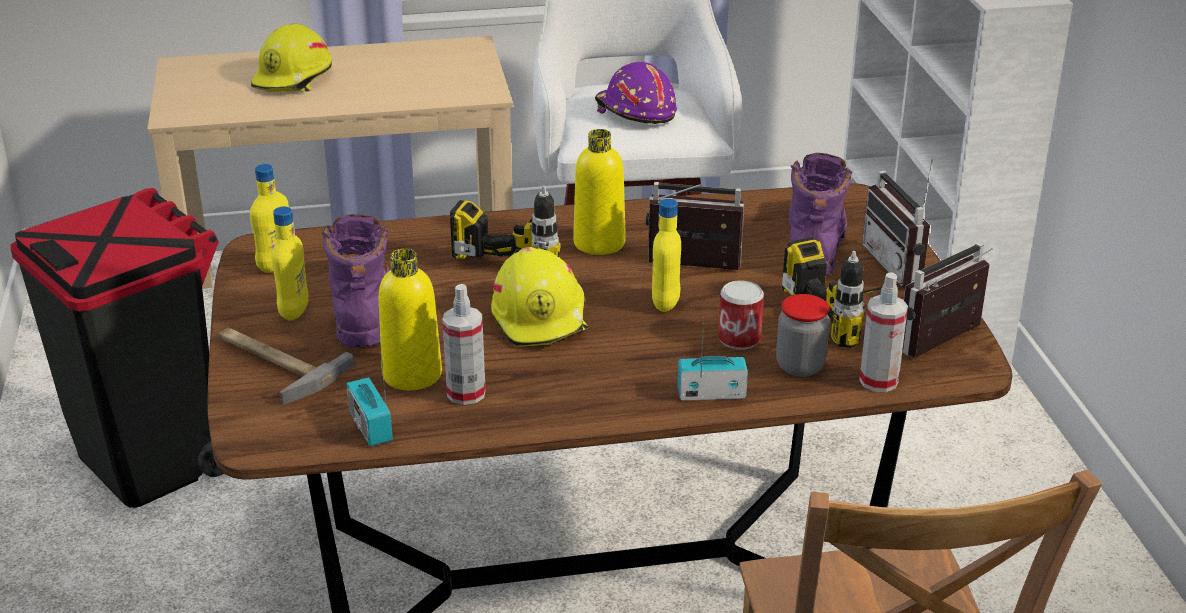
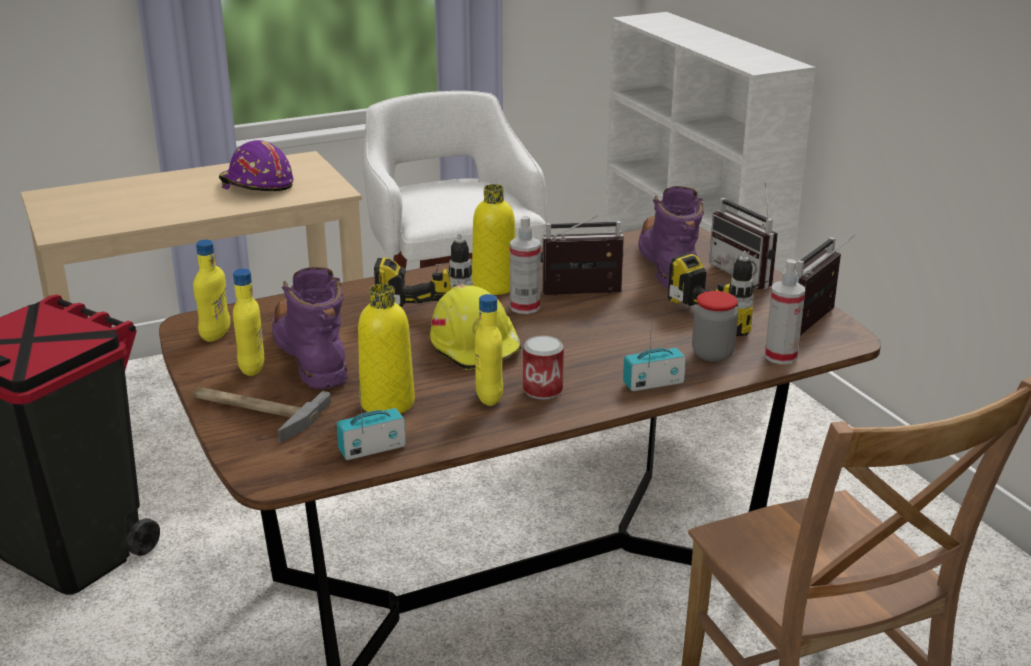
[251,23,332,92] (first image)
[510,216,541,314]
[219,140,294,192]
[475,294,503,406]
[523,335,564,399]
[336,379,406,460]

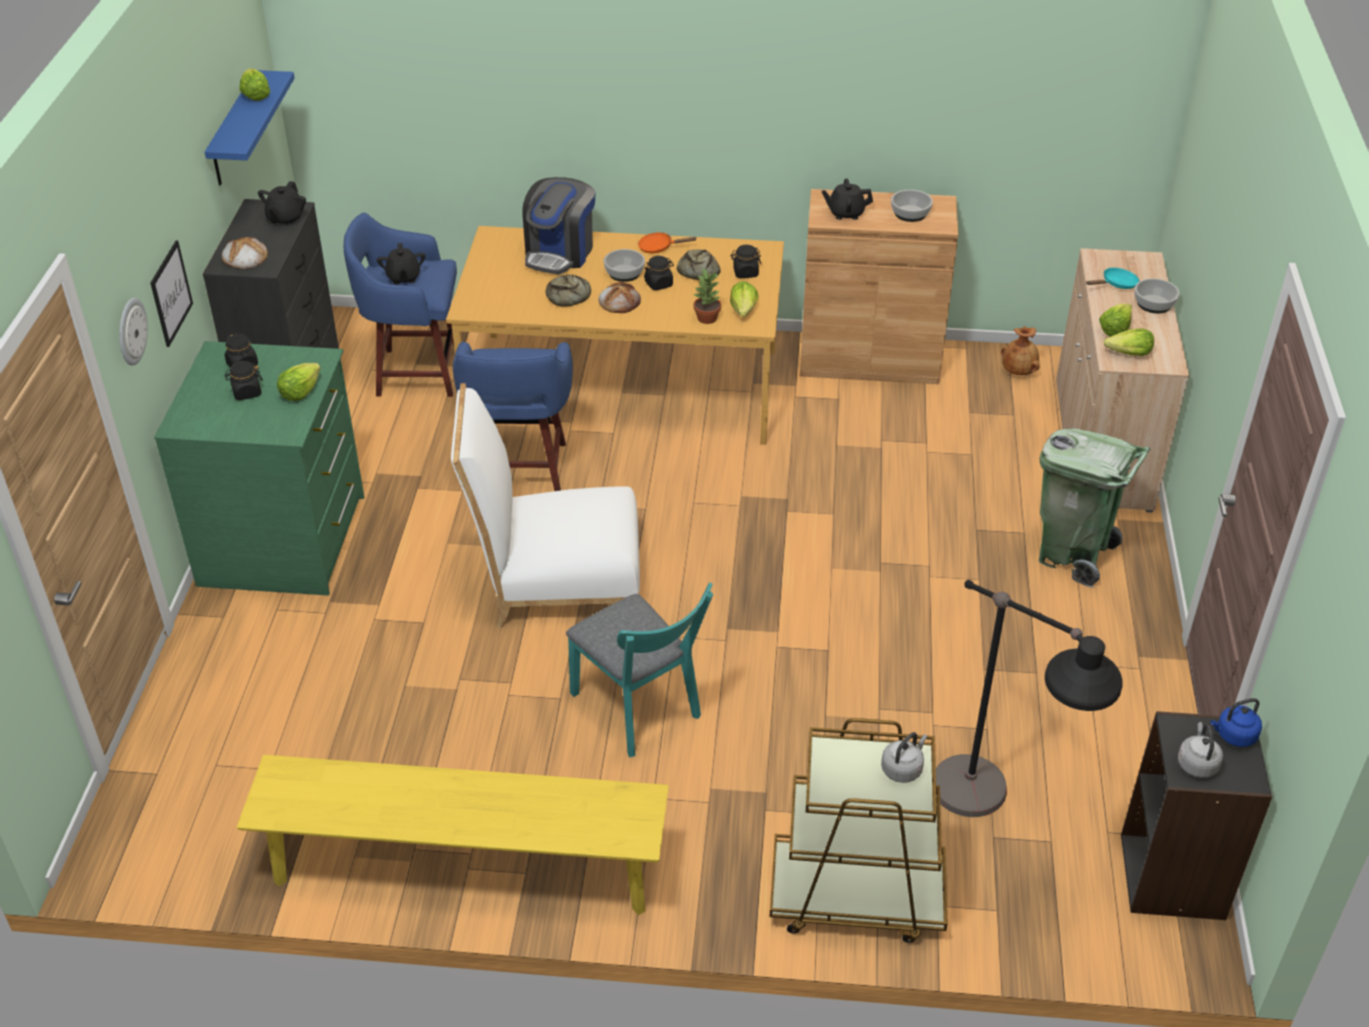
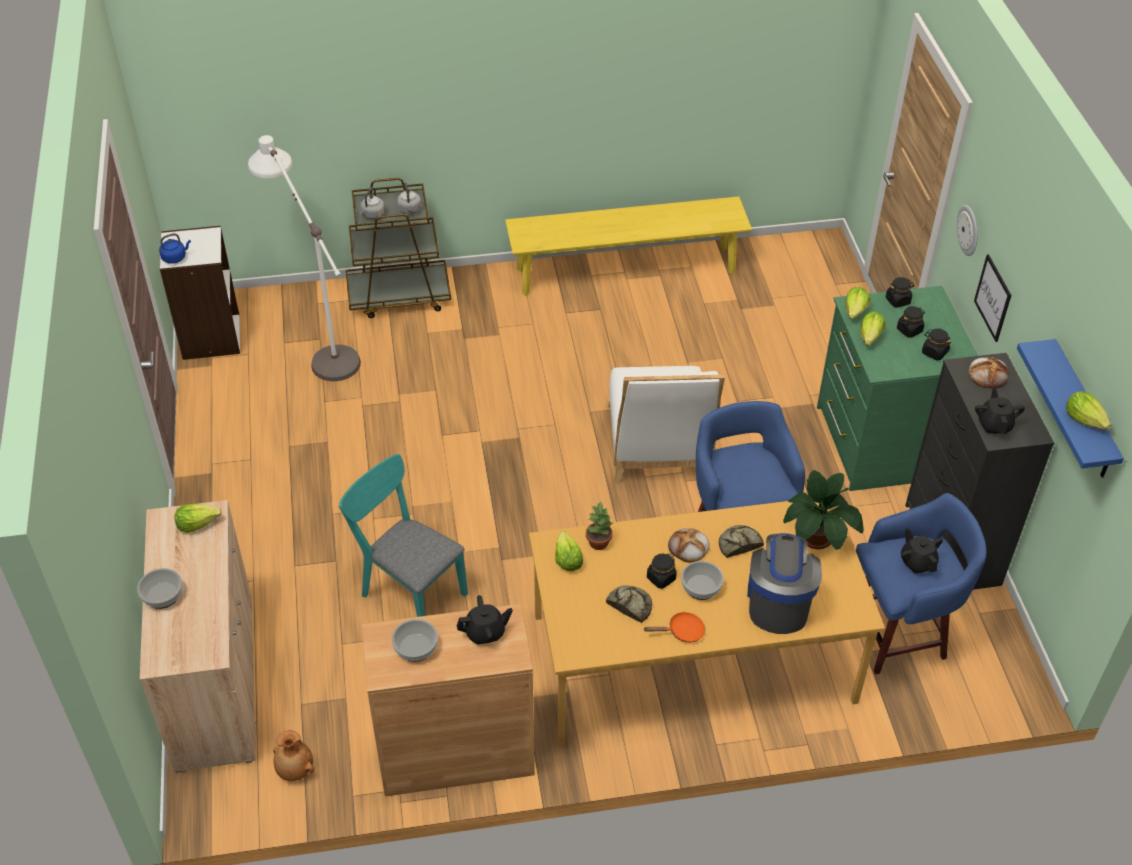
[1038,428,1151,588] (first image)
[1086,268,1139,289] (first image)
[783,470,864,550]
[339,454,468,617]
[886,277,914,308]
[845,287,871,319]
[397,182,421,214]
[248,135,361,381]
[160,226,240,360]
[608,366,725,484]

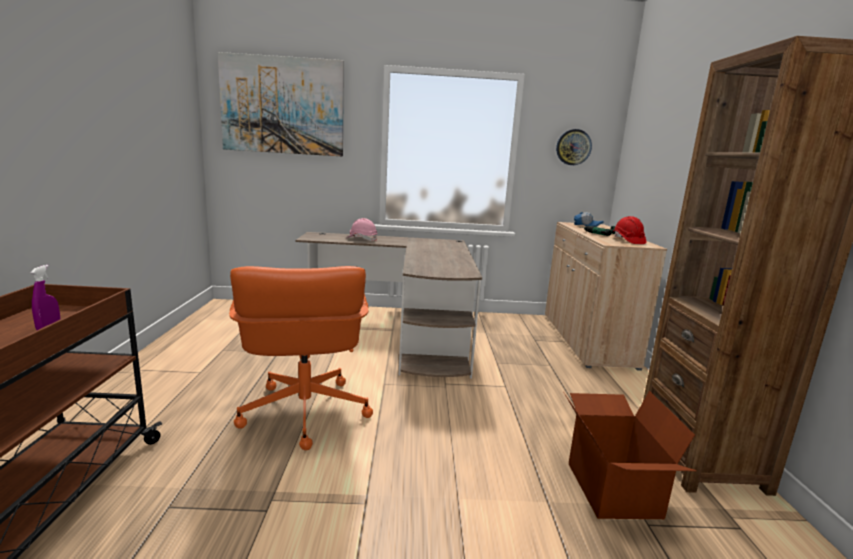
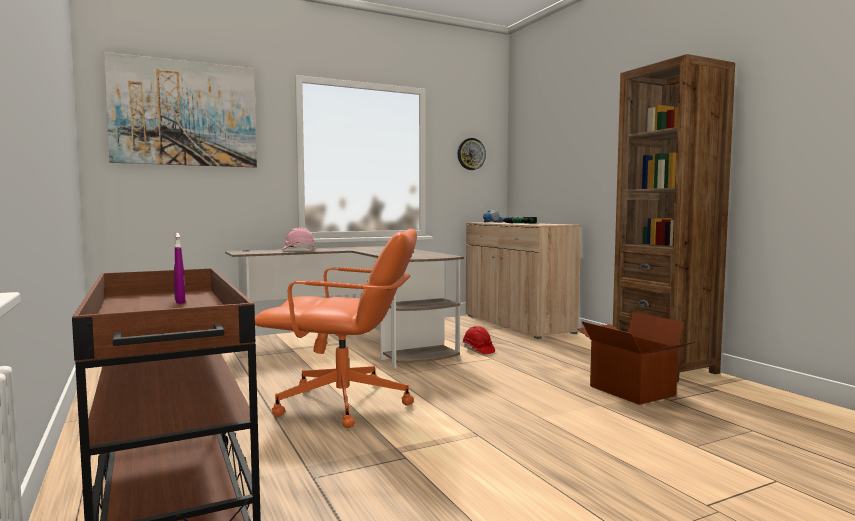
[462,326,495,354]
[255,229,417,428]

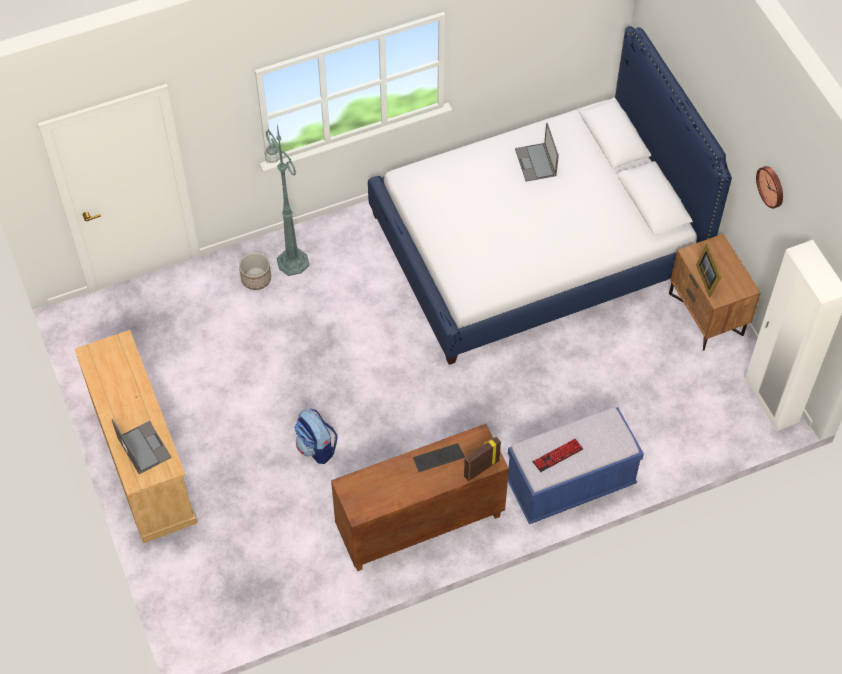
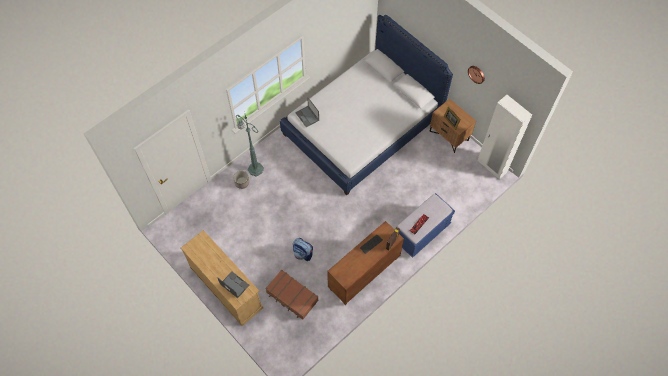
[265,269,318,320]
[295,97,319,127]

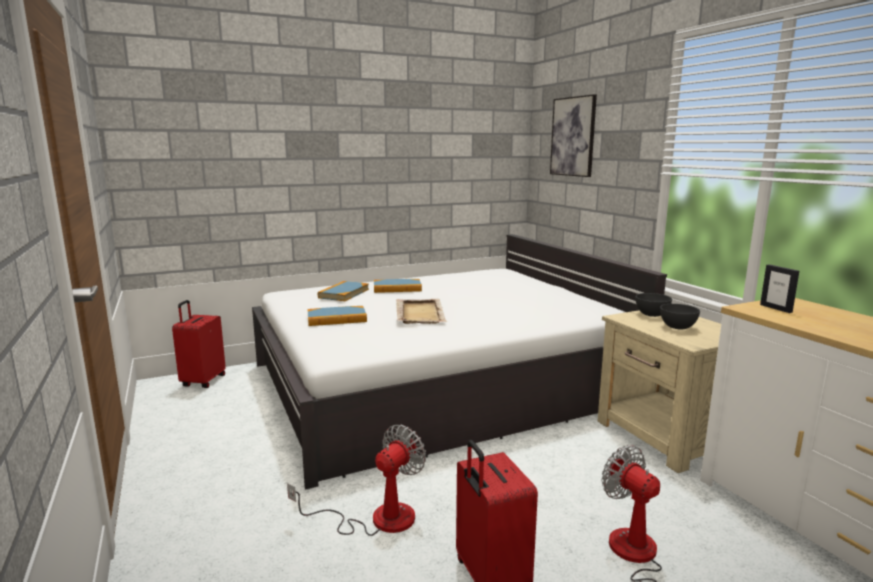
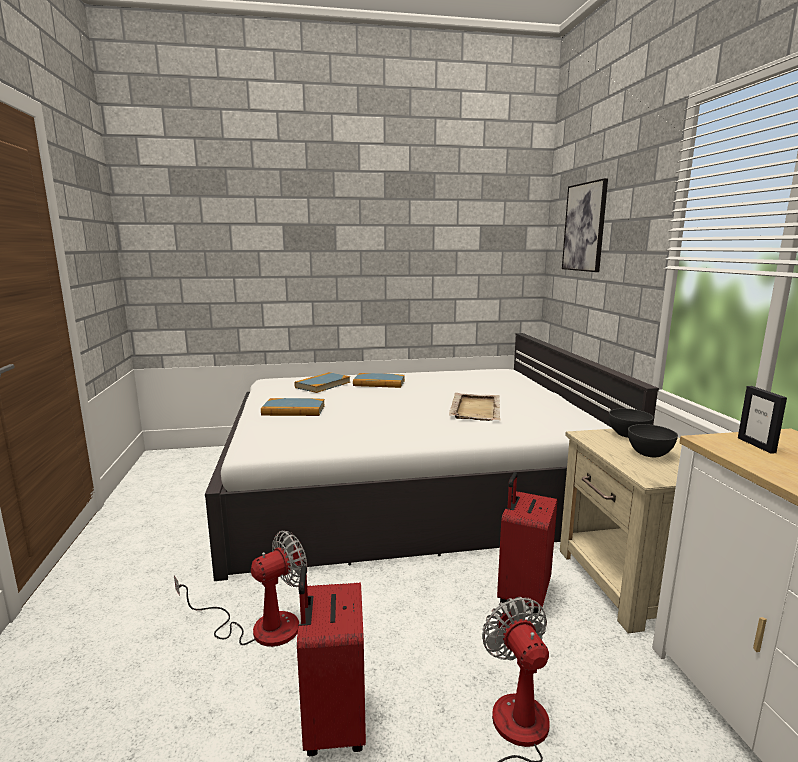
[497,472,557,613]
[449,393,500,421]

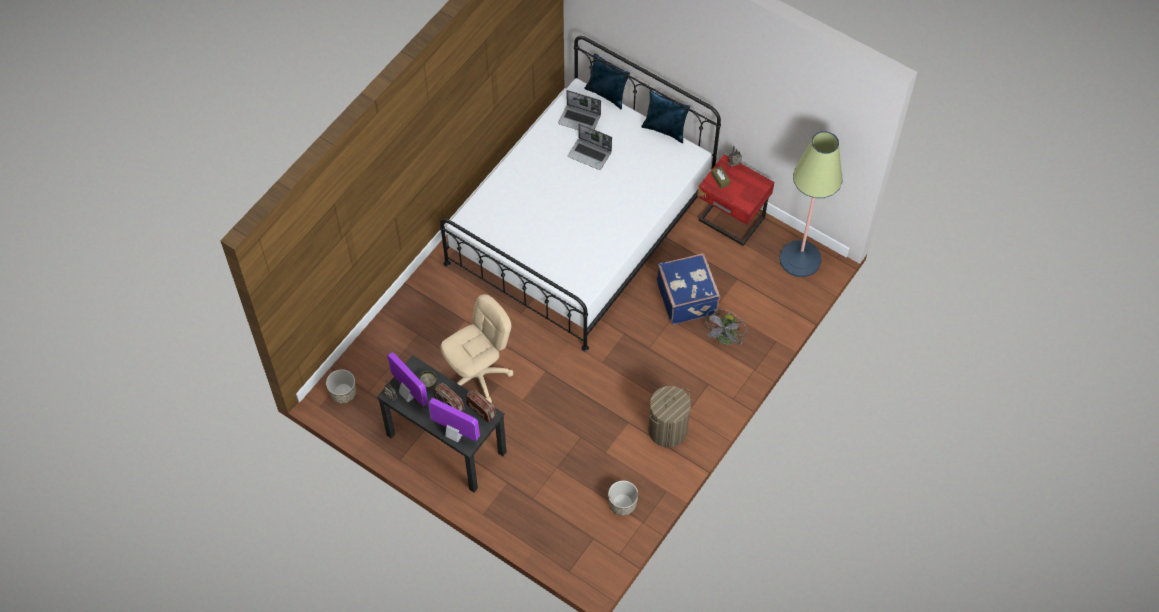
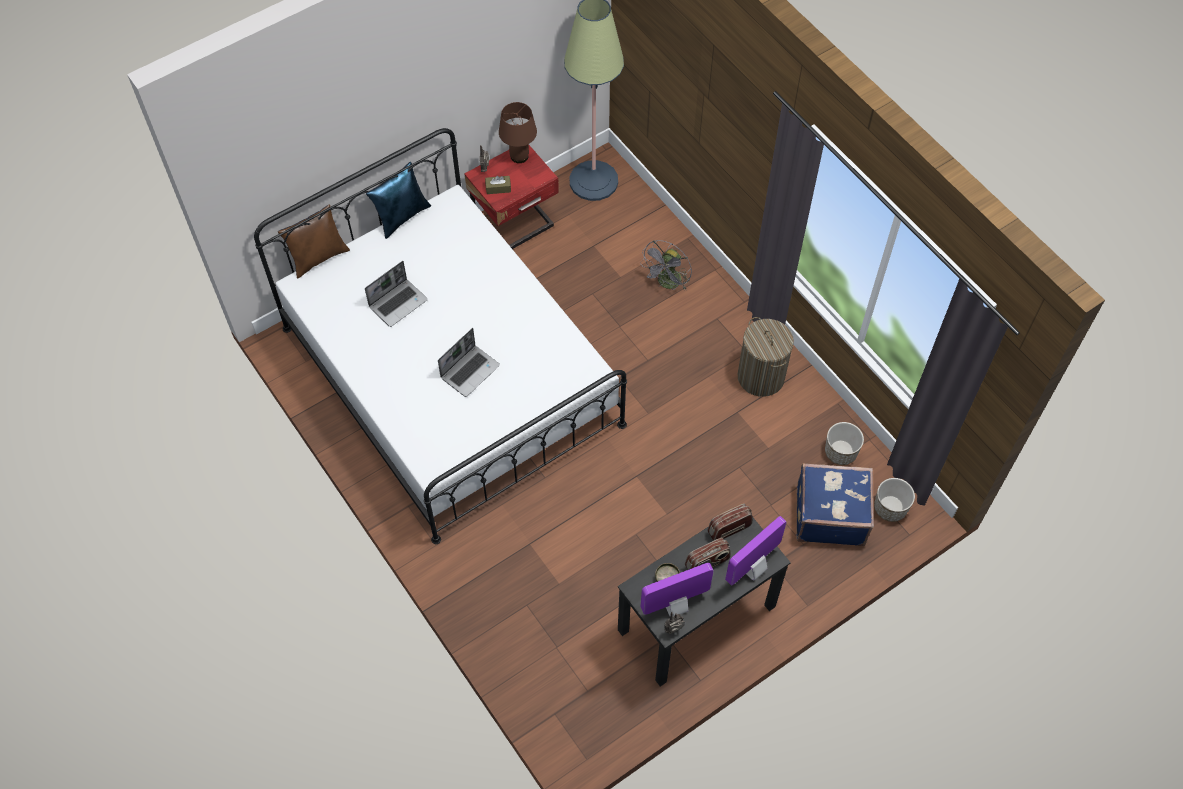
[440,294,513,403] (first image)
[499,102,537,163]
[874,478,915,522]
[438,328,500,397]
[796,463,874,546]
[278,204,350,278]
[640,240,692,290]

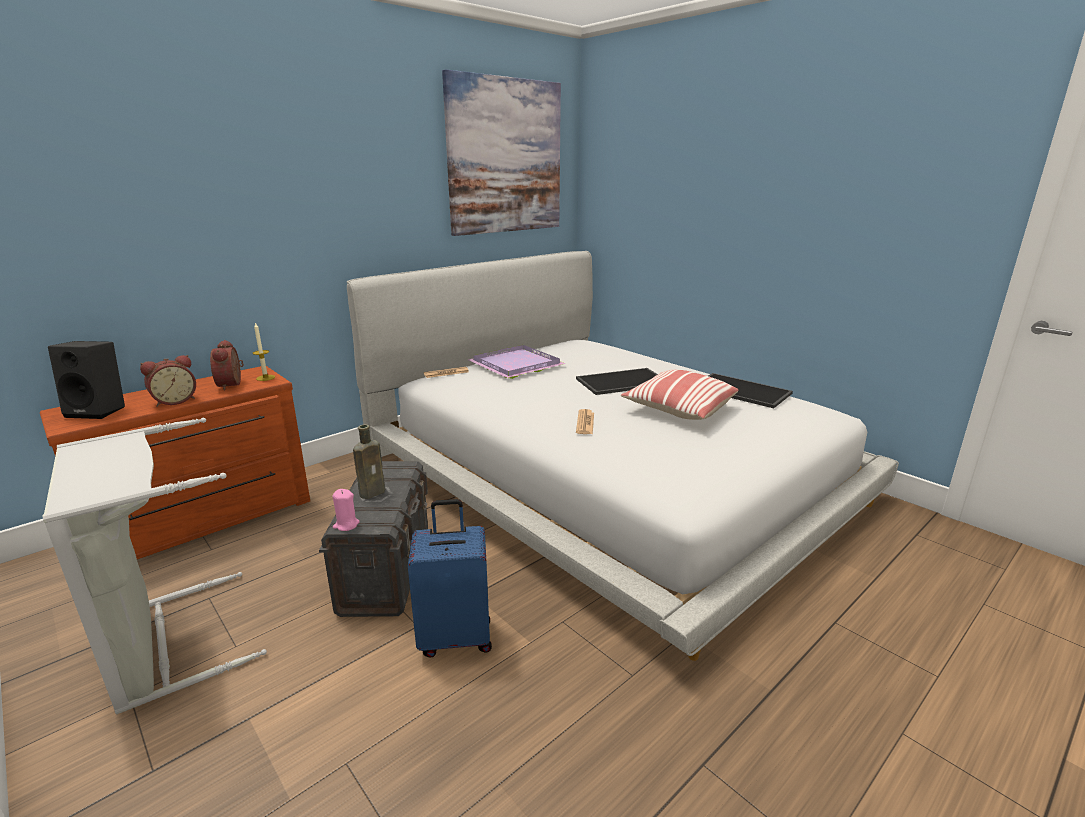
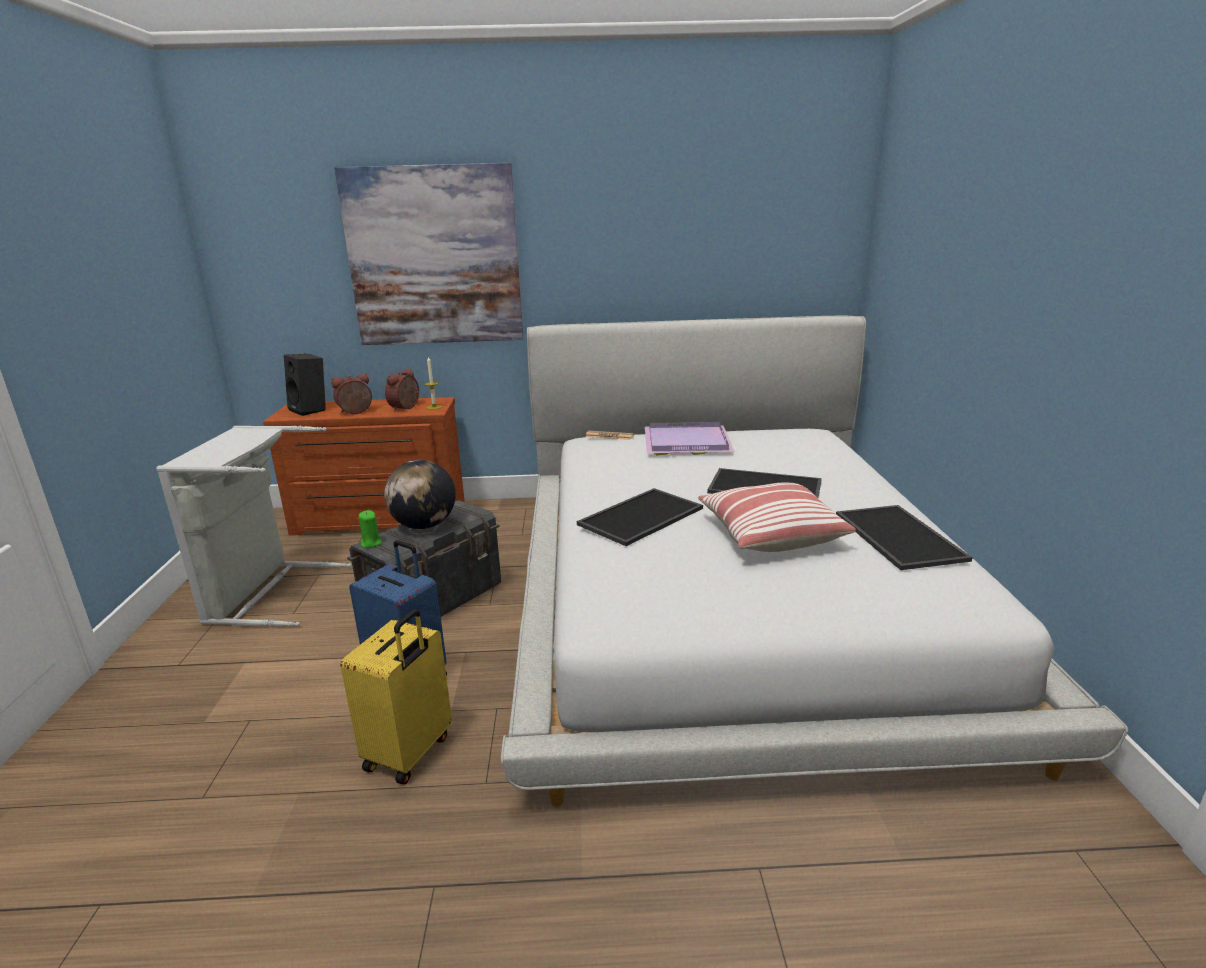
[341,609,452,784]
[335,163,523,345]
[384,460,456,529]
[577,488,703,546]
[359,510,382,548]
[331,373,372,414]

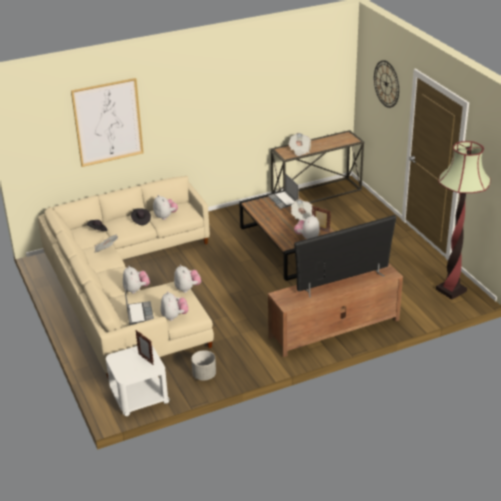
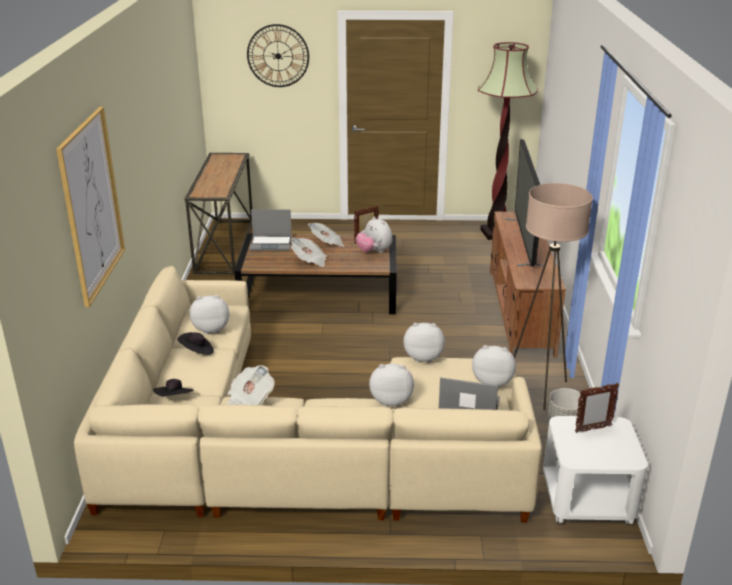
[514,183,593,410]
[291,238,327,267]

